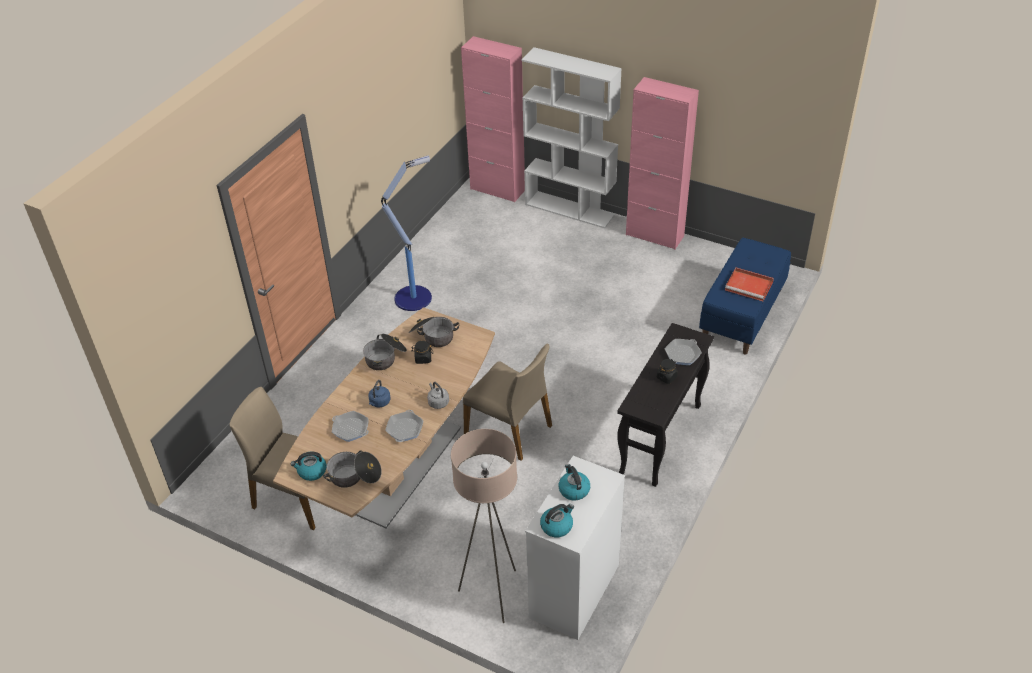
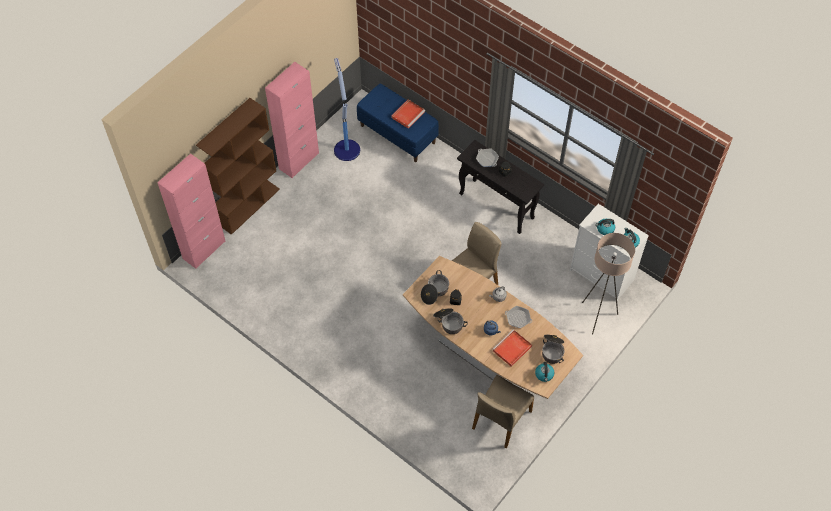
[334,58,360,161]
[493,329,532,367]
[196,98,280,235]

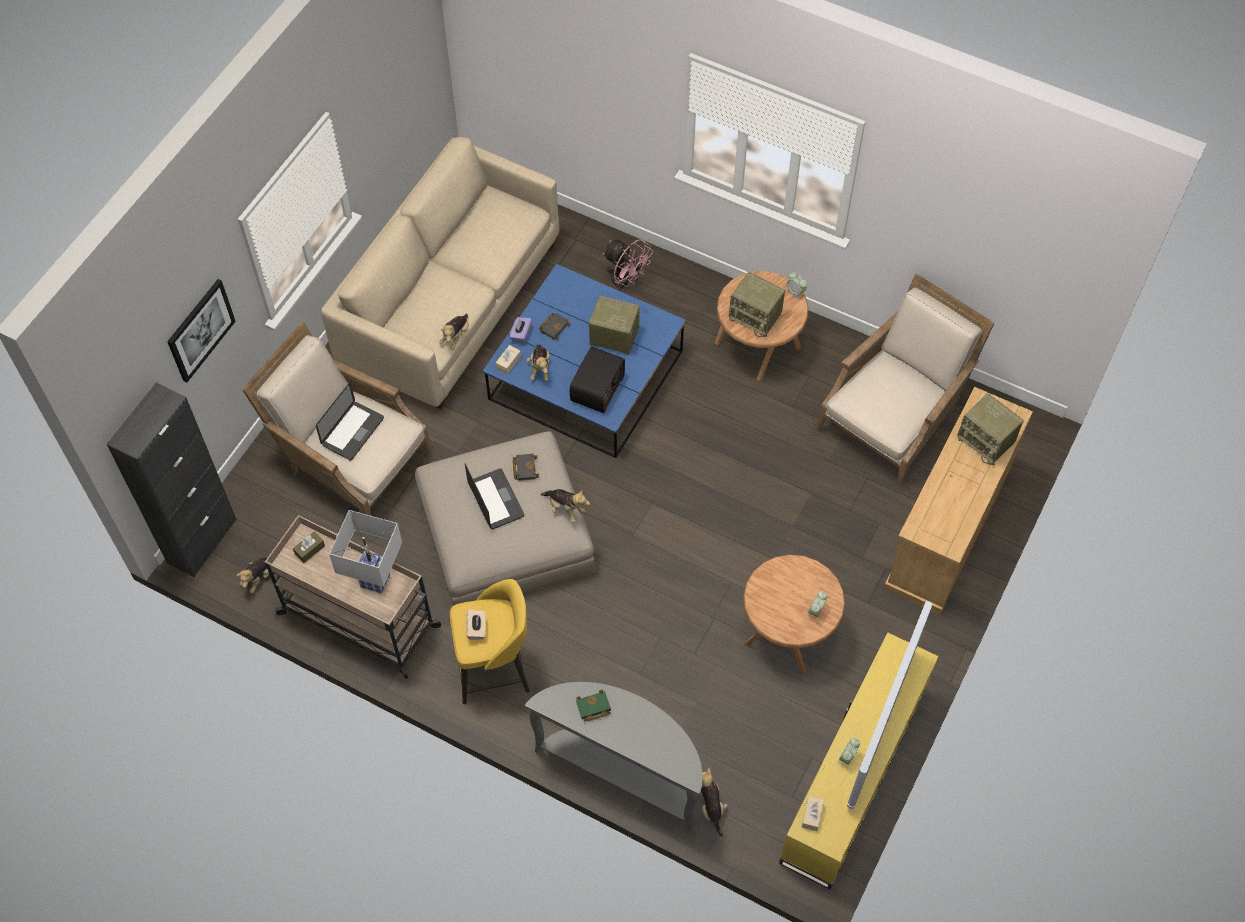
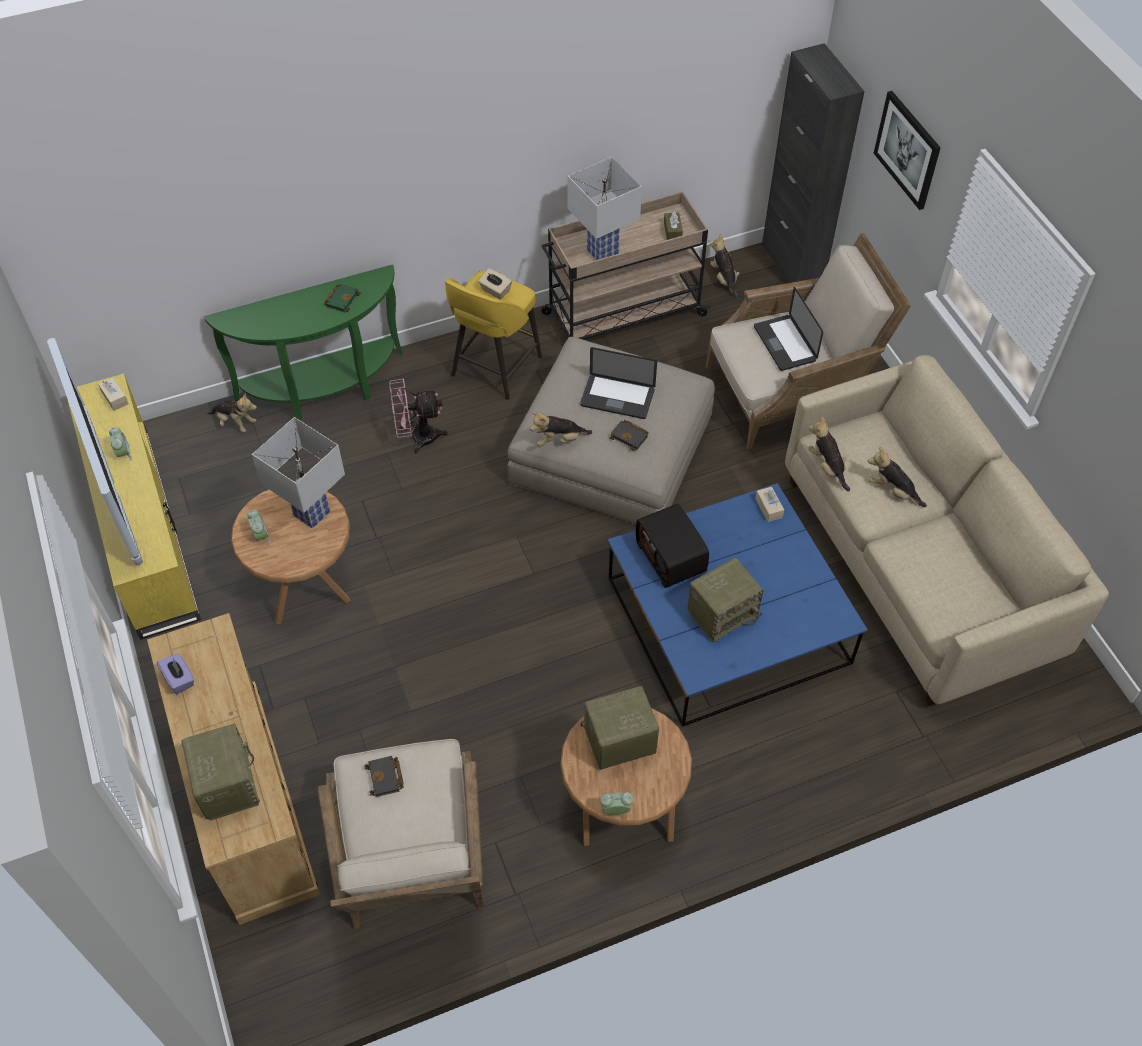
[252,417,345,528]
[157,654,194,694]
[868,447,927,507]
[364,756,404,797]
[389,378,448,454]
[204,264,403,420]
[181,723,260,821]

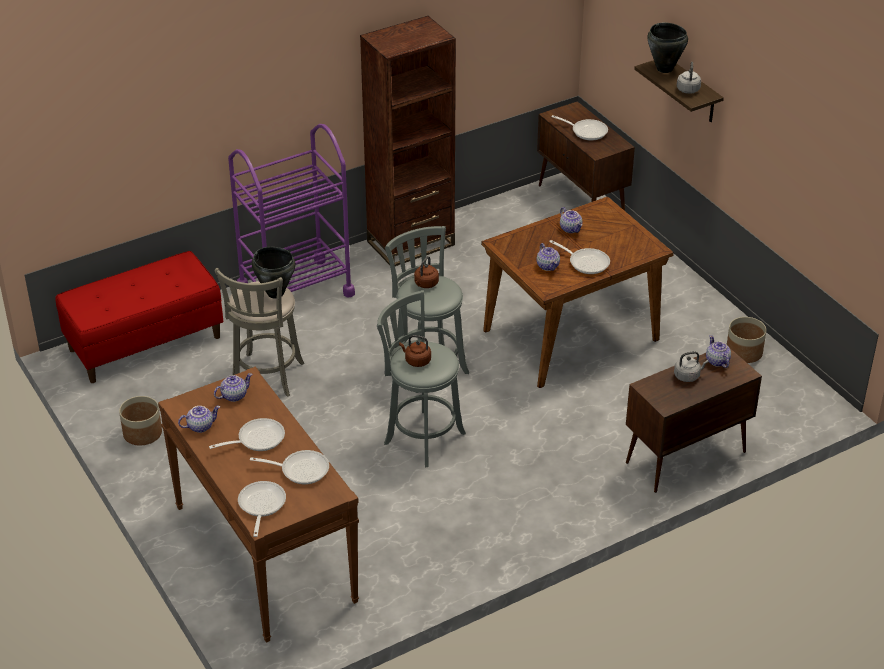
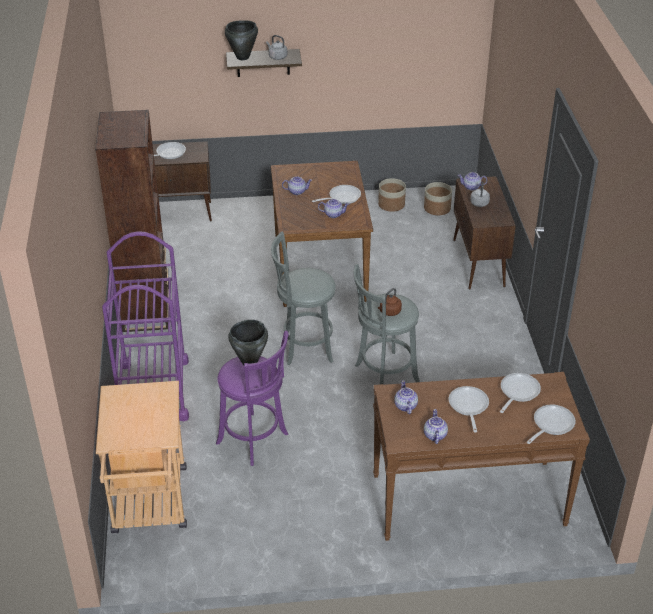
[414,256,439,288] (first image)
[424,182,452,215]
[96,381,187,533]
[216,331,289,466]
[527,405,576,444]

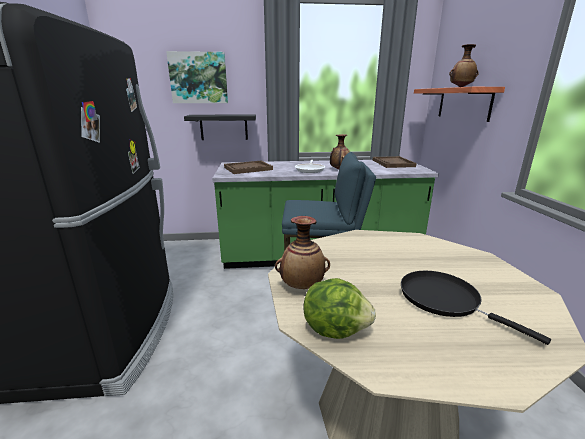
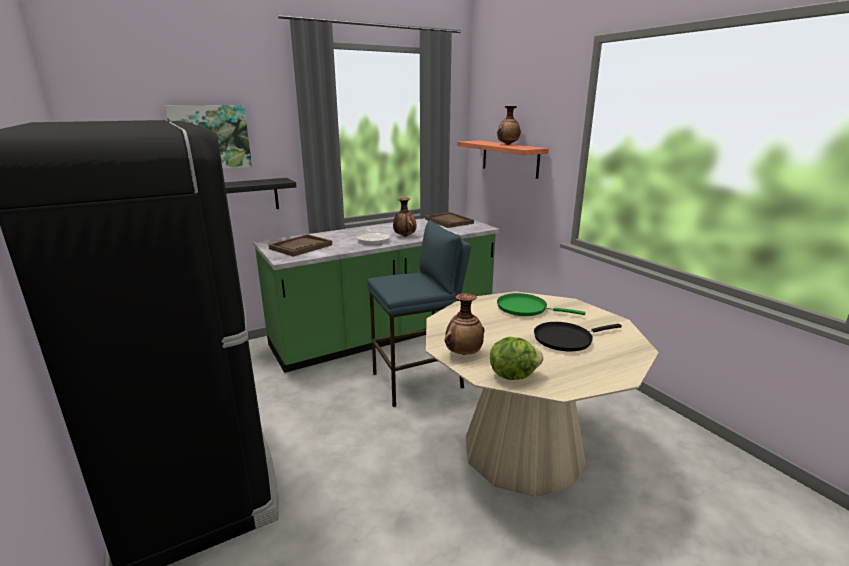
[497,293,586,316]
[534,322,622,352]

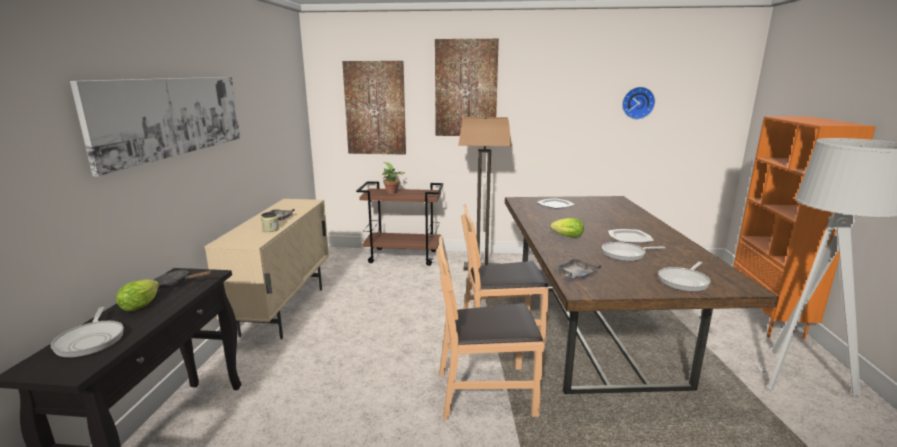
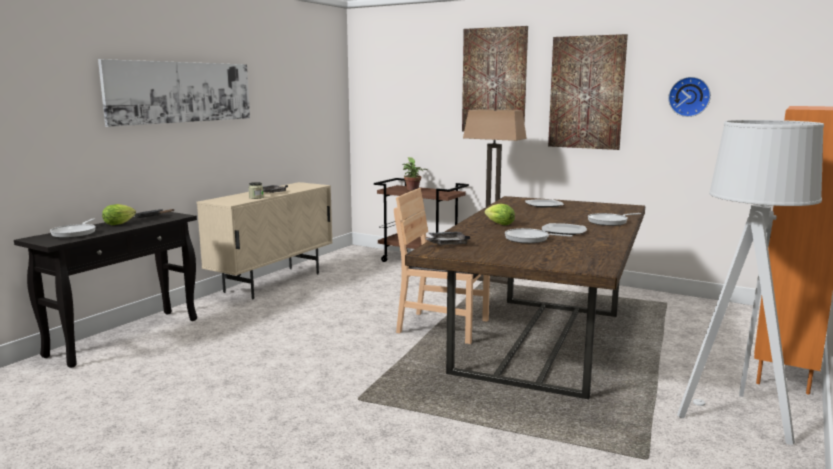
[437,236,544,419] (first image)
[548,34,628,150]
[588,213,641,226]

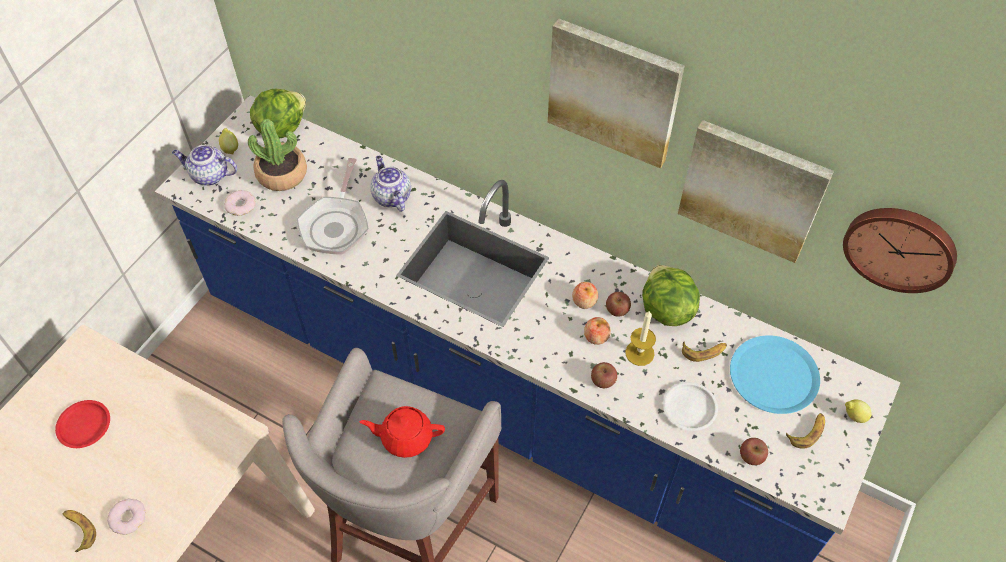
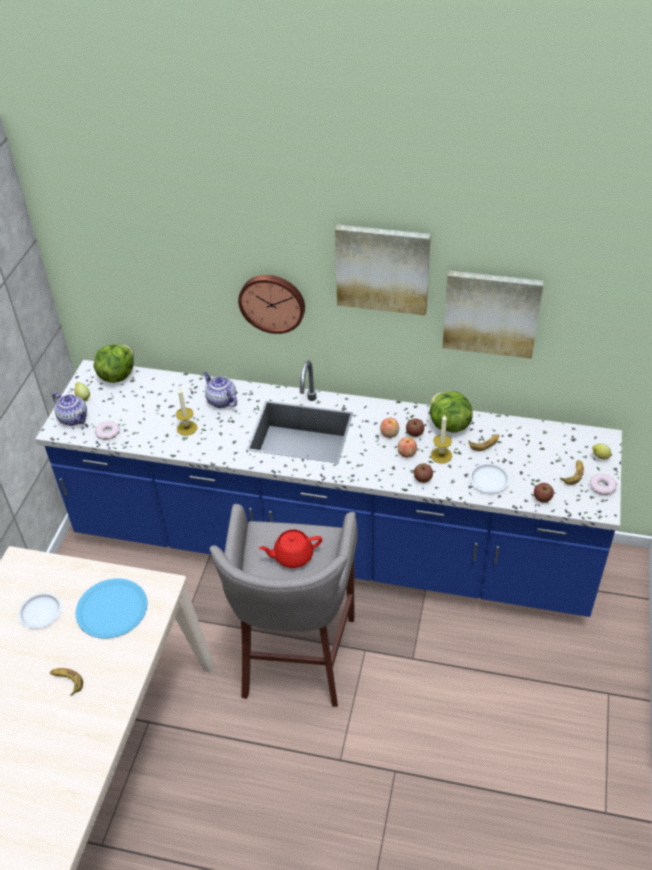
[248,119,307,191] (first image)
[590,474,617,495]
[76,578,147,639]
[238,275,305,334]
[176,387,198,436]
[18,593,62,629]
[52,392,87,426]

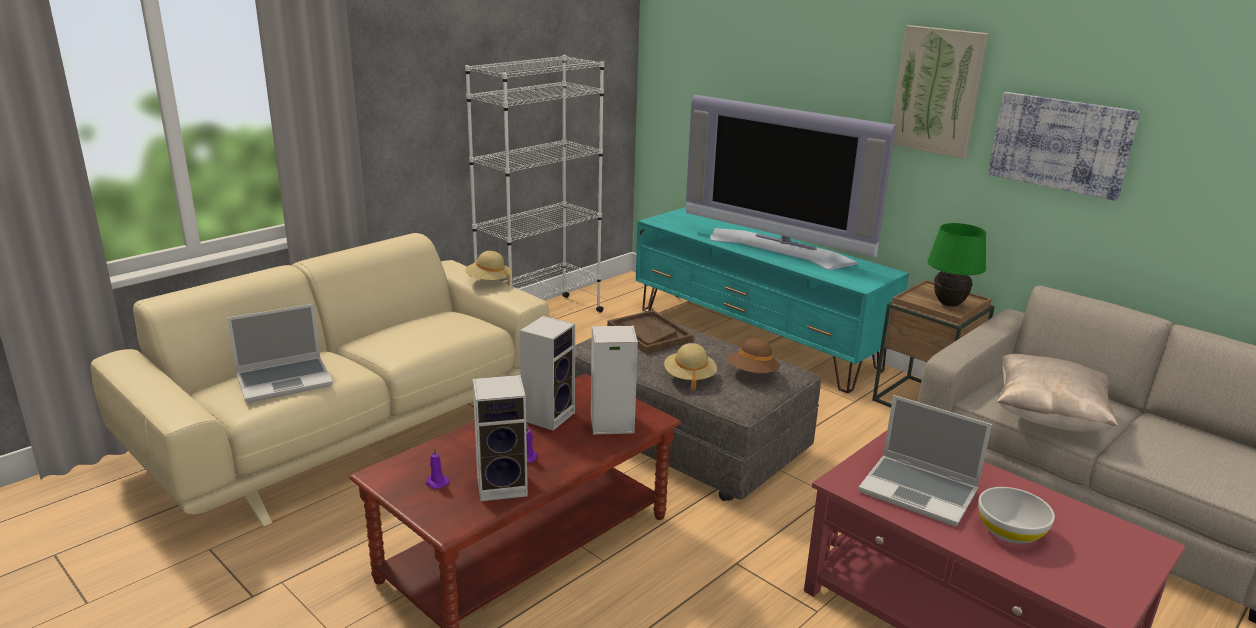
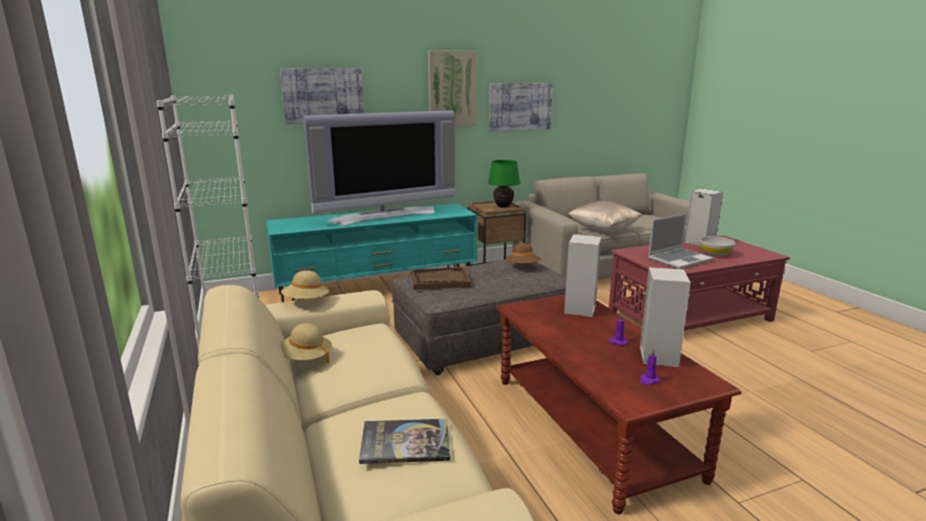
[280,68,364,124]
[684,188,723,247]
[281,323,332,363]
[359,419,450,464]

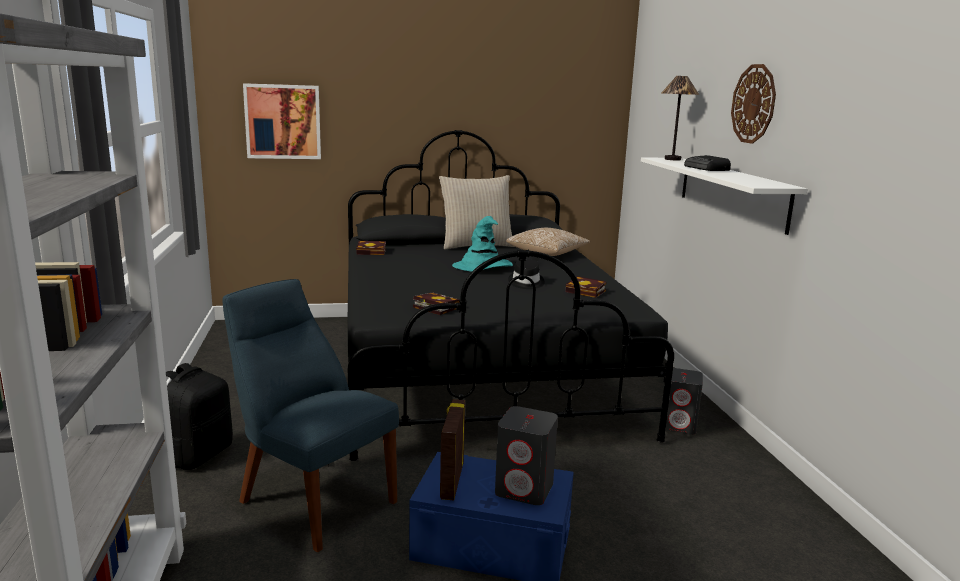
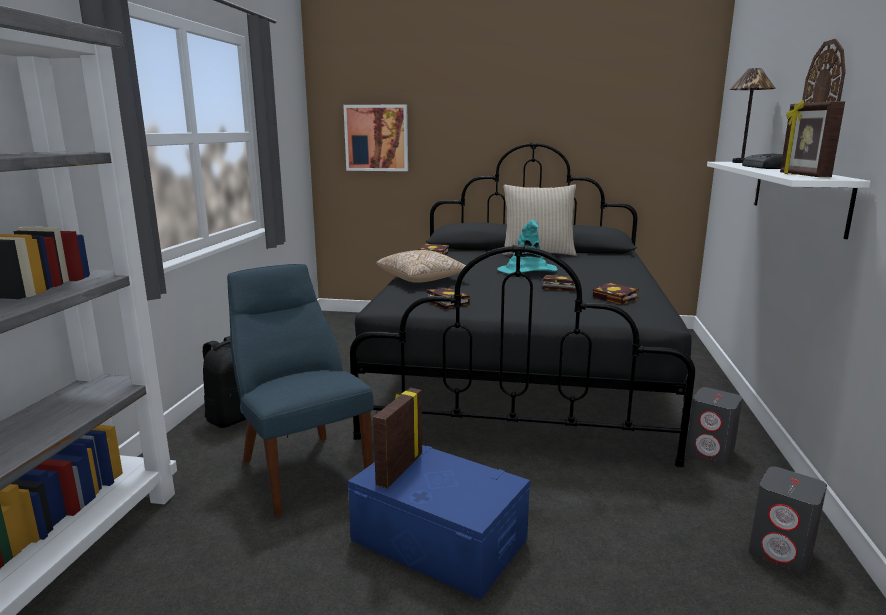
[780,100,845,177]
[748,466,827,575]
[376,250,466,283]
[542,275,576,292]

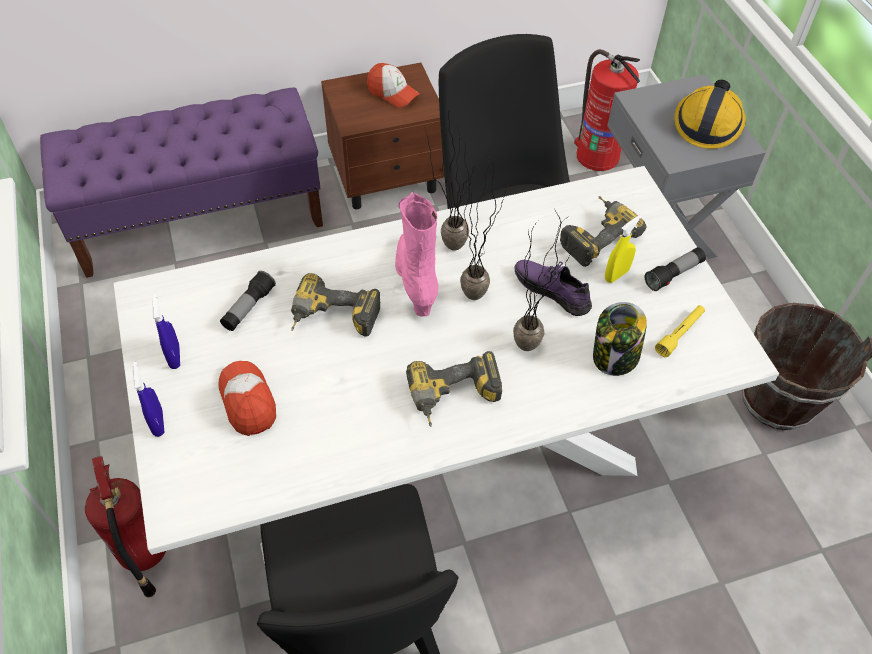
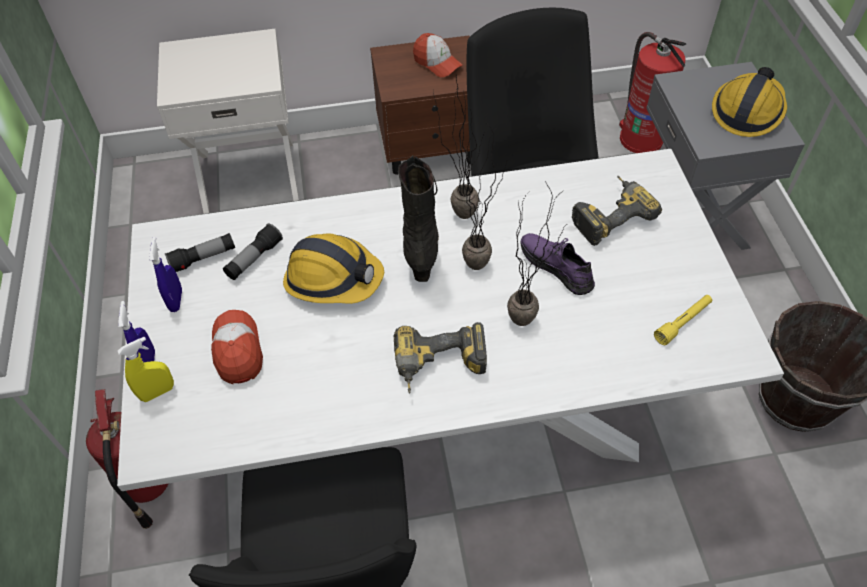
[593,302,647,376] (first image)
[118,336,174,402]
[165,233,235,272]
[157,29,299,214]
[283,233,384,304]
[398,155,439,282]

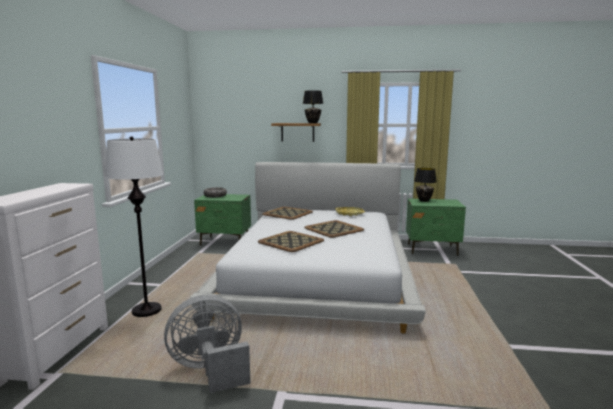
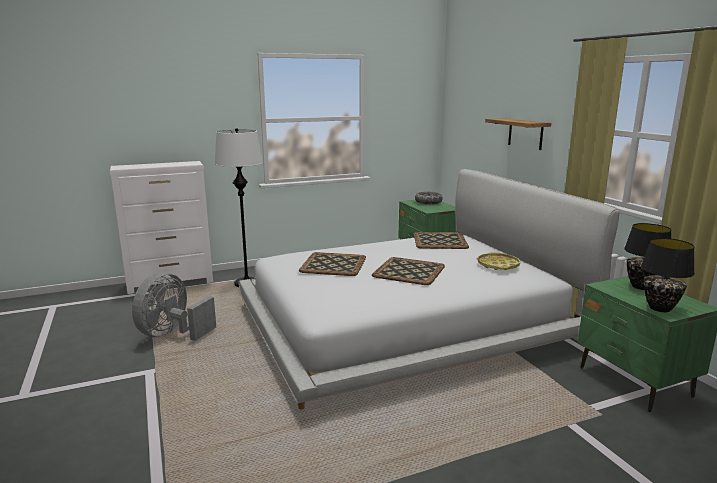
[641,238,695,312]
[132,272,216,341]

